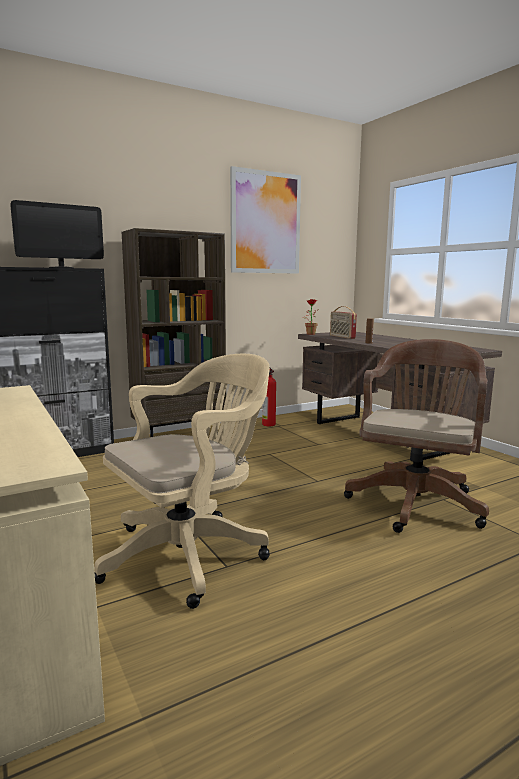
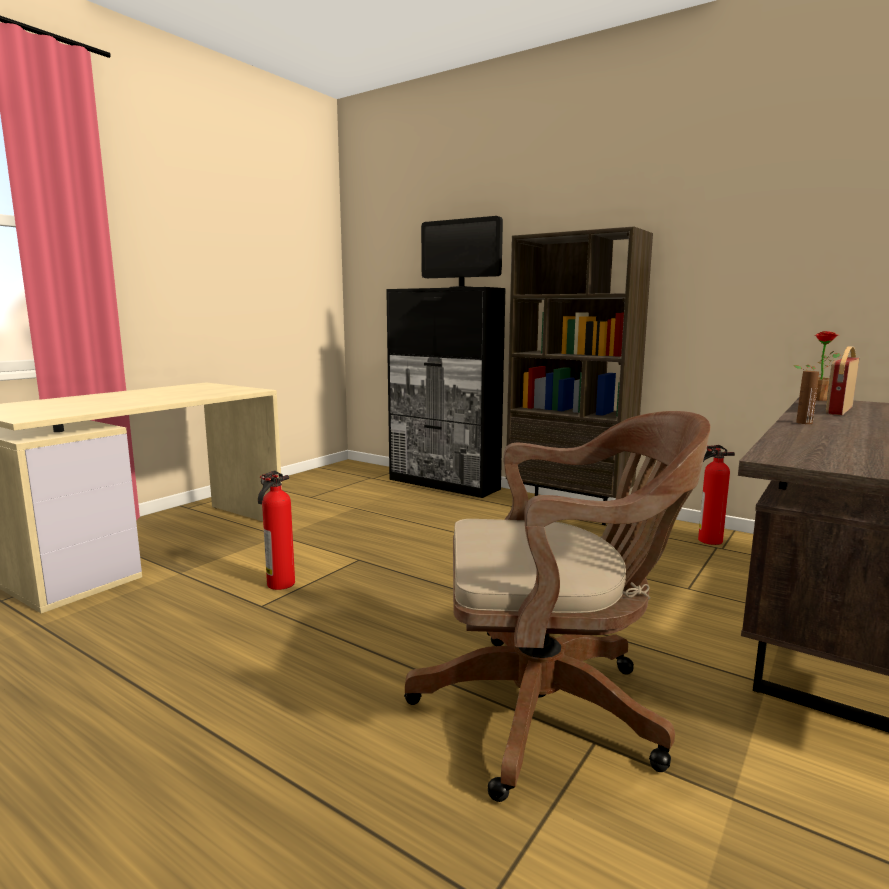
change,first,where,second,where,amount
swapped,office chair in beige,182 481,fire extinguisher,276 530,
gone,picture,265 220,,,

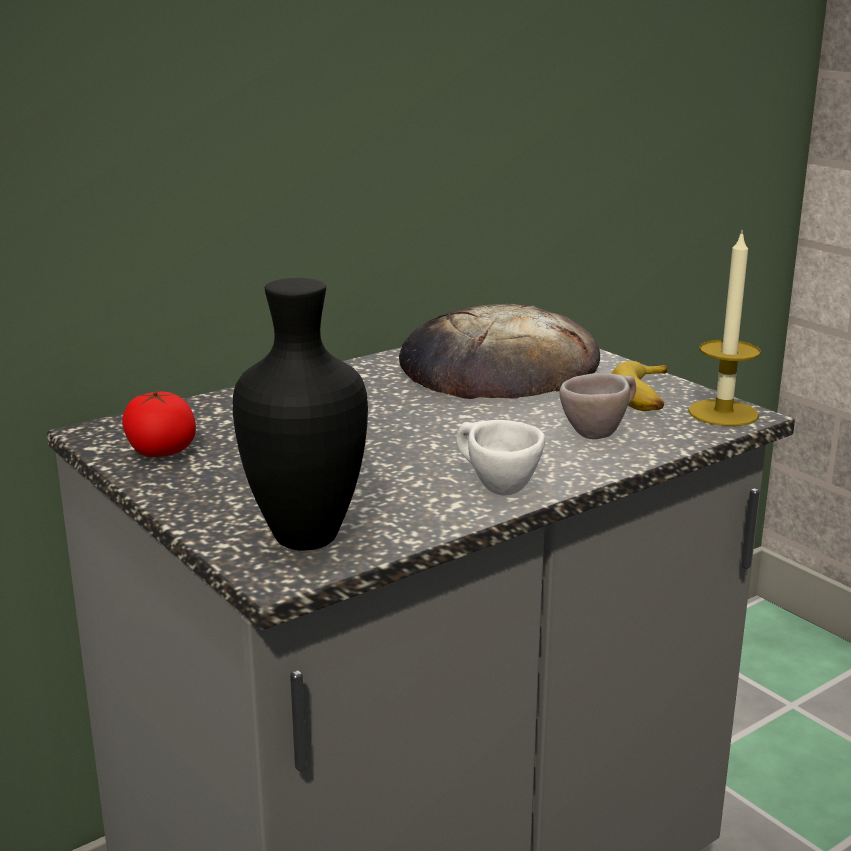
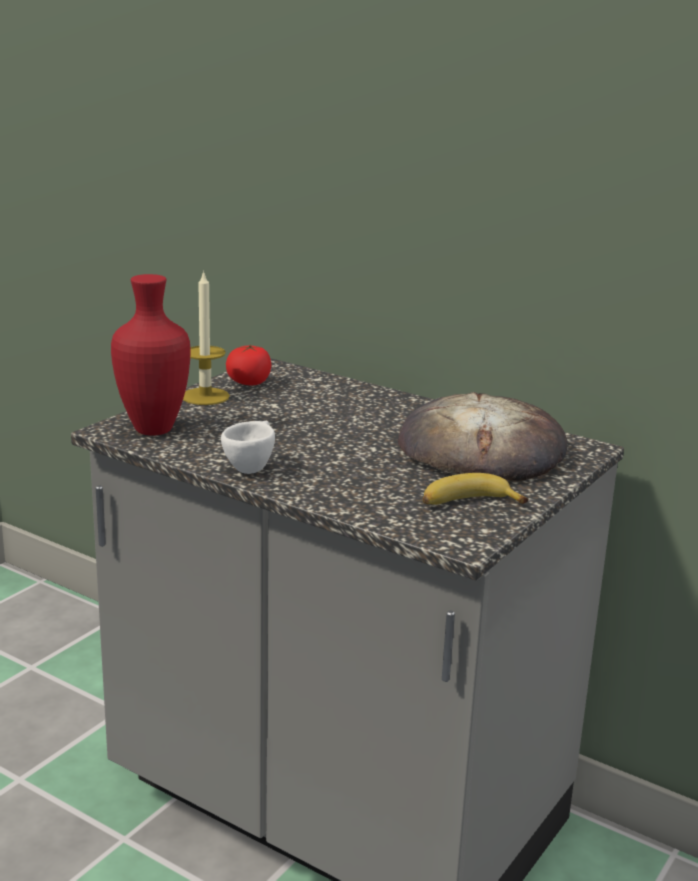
change,first,where,second,where,amount
repainted,vase in black,300 414,vase in red,151 355,
shifted,candle,724 328,,206 337,
gone,cup in beige,598 406,,,

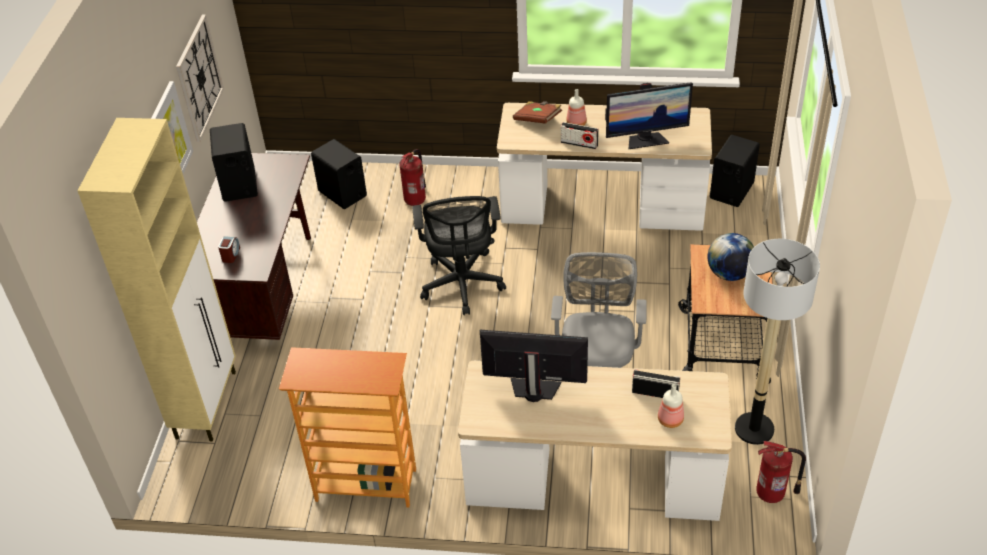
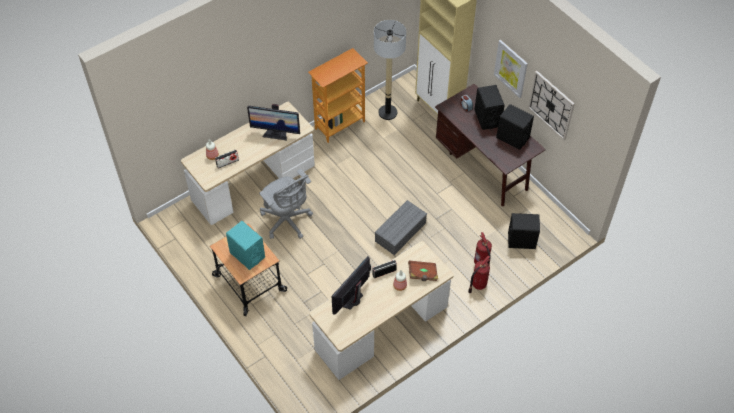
change,first,where,second,where,amount
swapped,globe,731 257,speaker in turquoise,245 245,
rotated,monitor,534 366,,273 122,45 degrees clockwise
shifted,floor lamp,777 342,,390 70,
swapped,office chair in black,459 255,storage box in grey,401 227,
shifted,fire extinguisher,781 472,,479 274,
shifted,speaker in black,735 171,,489 107,

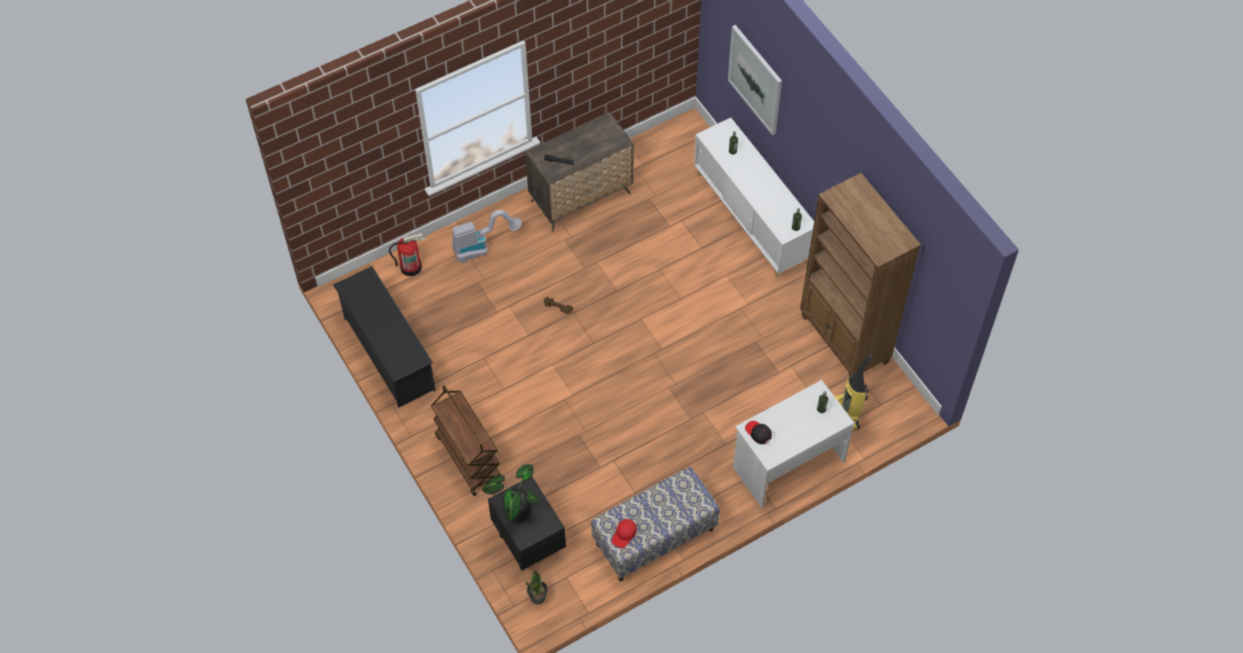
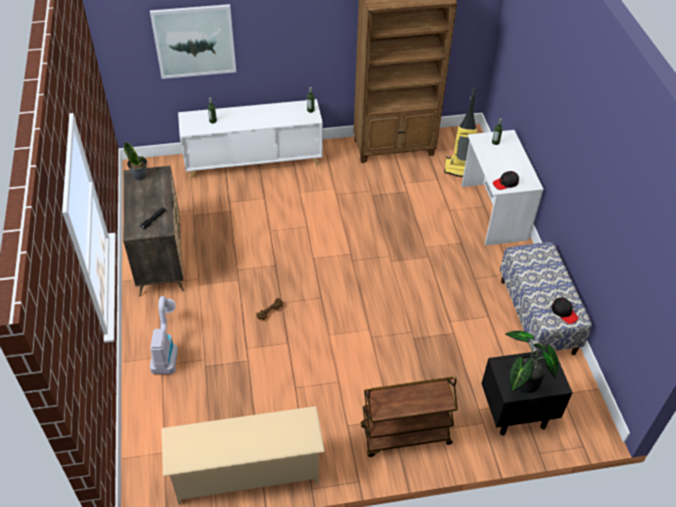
change,first,where,second,where,amount
shifted,potted plant,537 587,,135 161,
repainted,shoe rack in black,384 336,shoe rack in beige,243 455,
repainted,cap in red,624 533,cap in black,565 310,
gone,fire extinguisher,407 254,,,

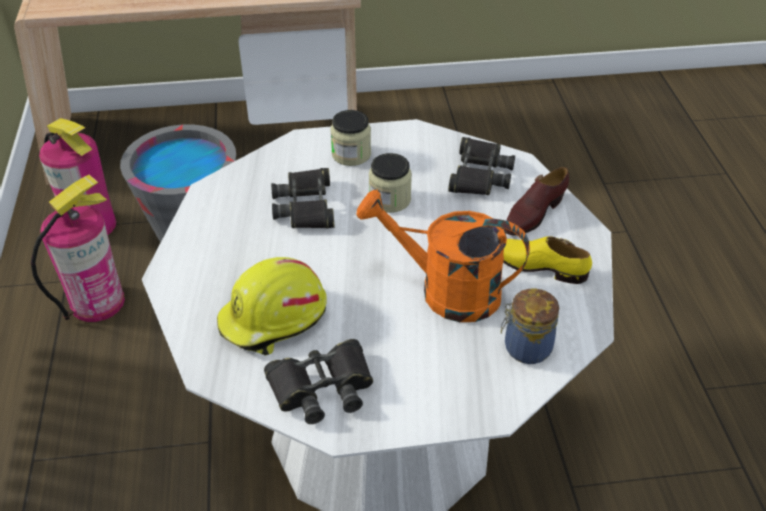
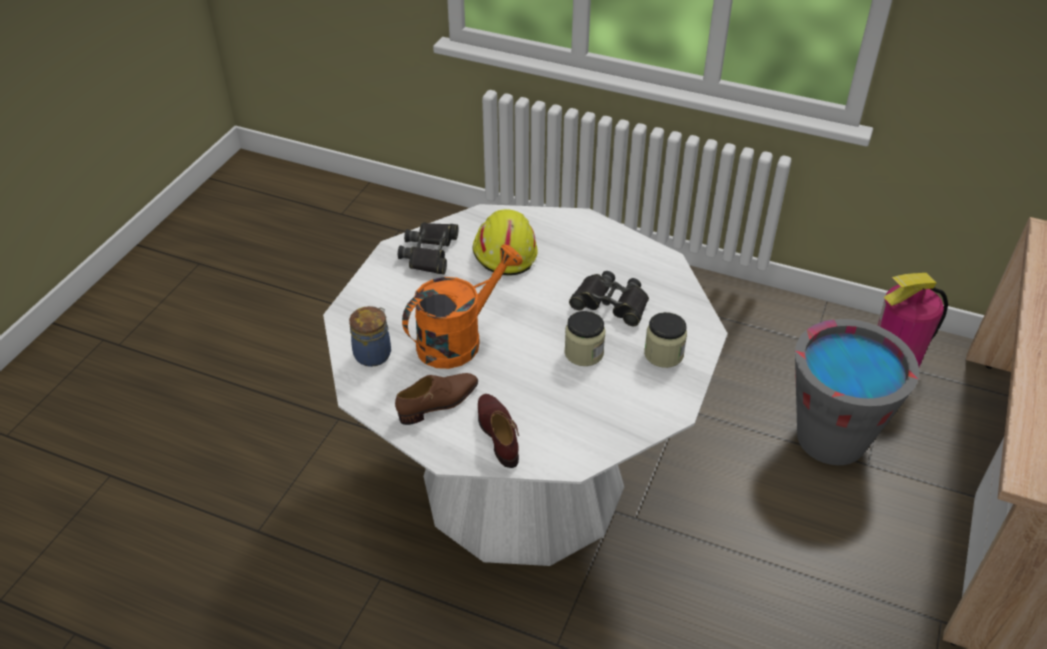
change,first,where,second,where,amount
repainted,shoe in yellow,547 260,shoe in brown,436 399,
gone,fire extinguisher,78 248,,,
gone,binoculars in black,481 166,,,

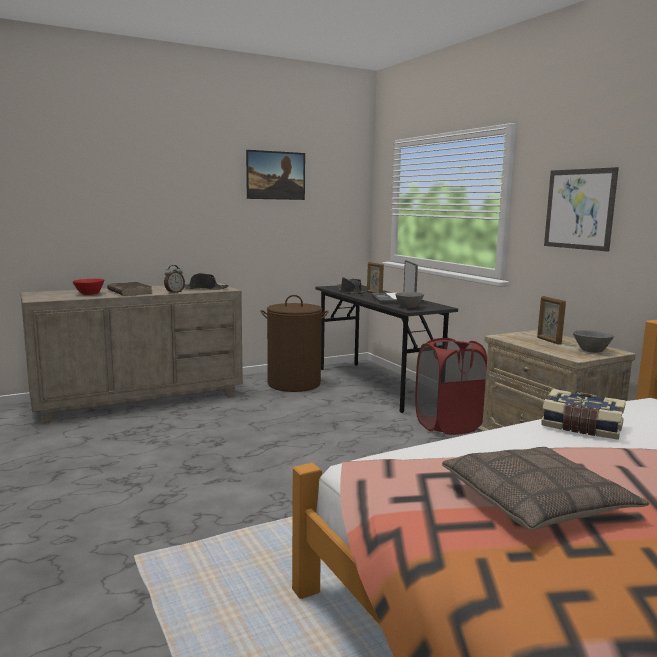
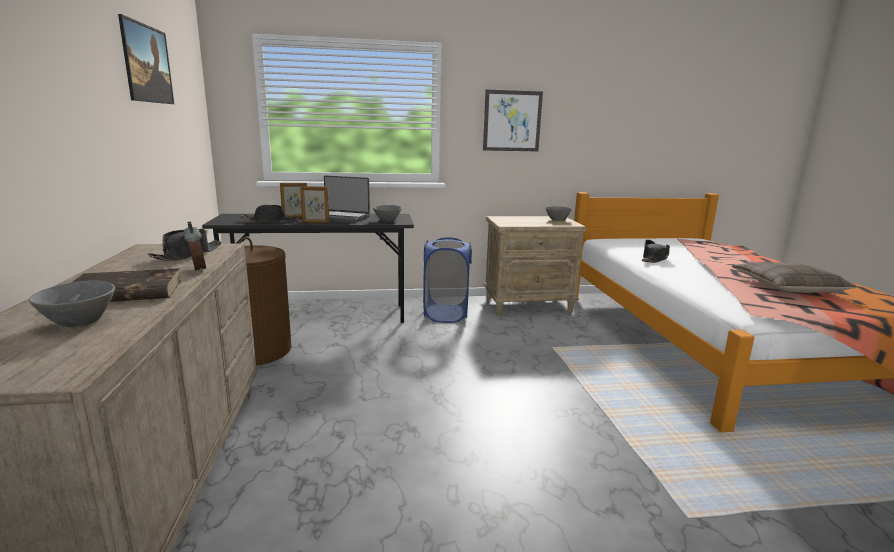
change,first,where,second,where,amount
repainted,bowl in red,88 287,bowl in grey,72 304,
shifted,picture frame,551 320,,315 204,
repainted,laundry basket in red,451 386,laundry basket in blue,447 280,
swapped,book,583 414,hat in black,656 251,

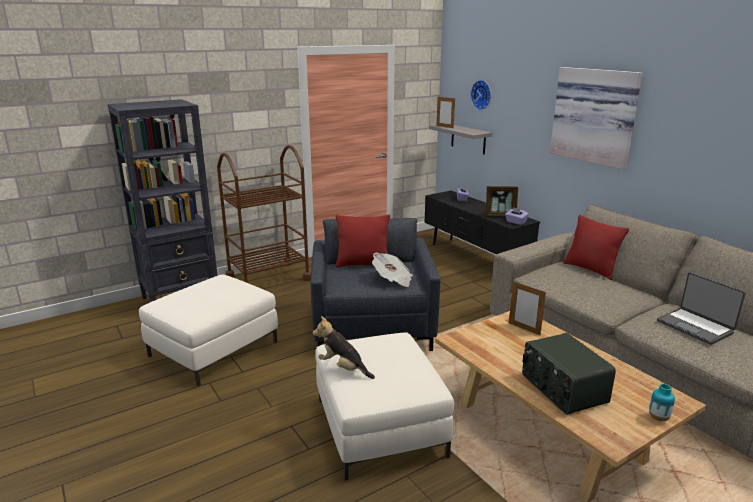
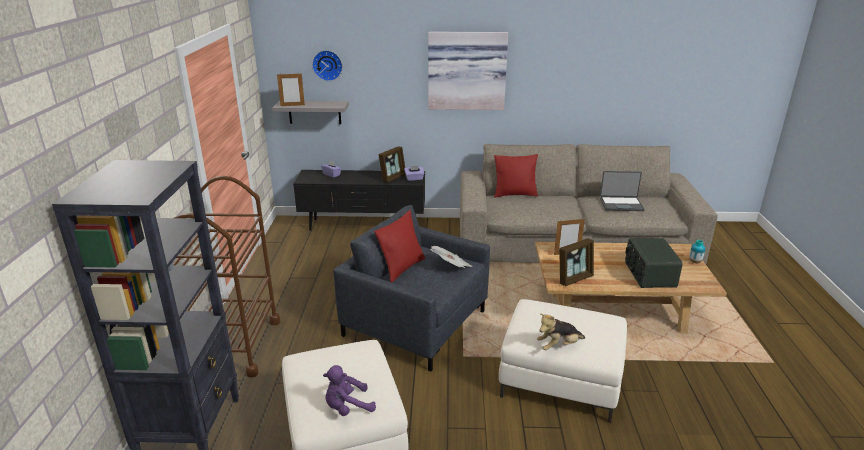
change,first,where,second,where,amount
new,,,plush toy in purple,349 390,
new,,,picture frame,576 262,
rotated,radio,569 374,,654 263,75 degrees clockwise

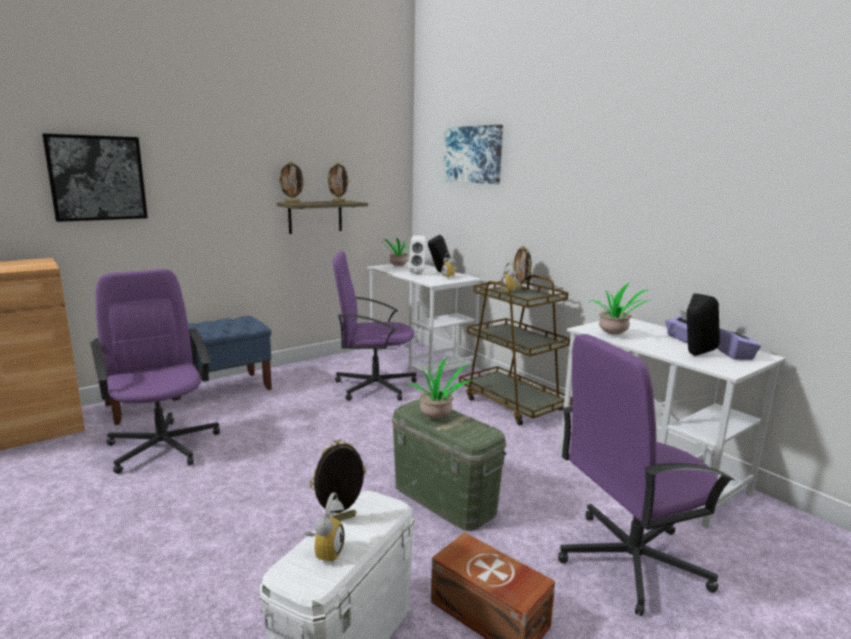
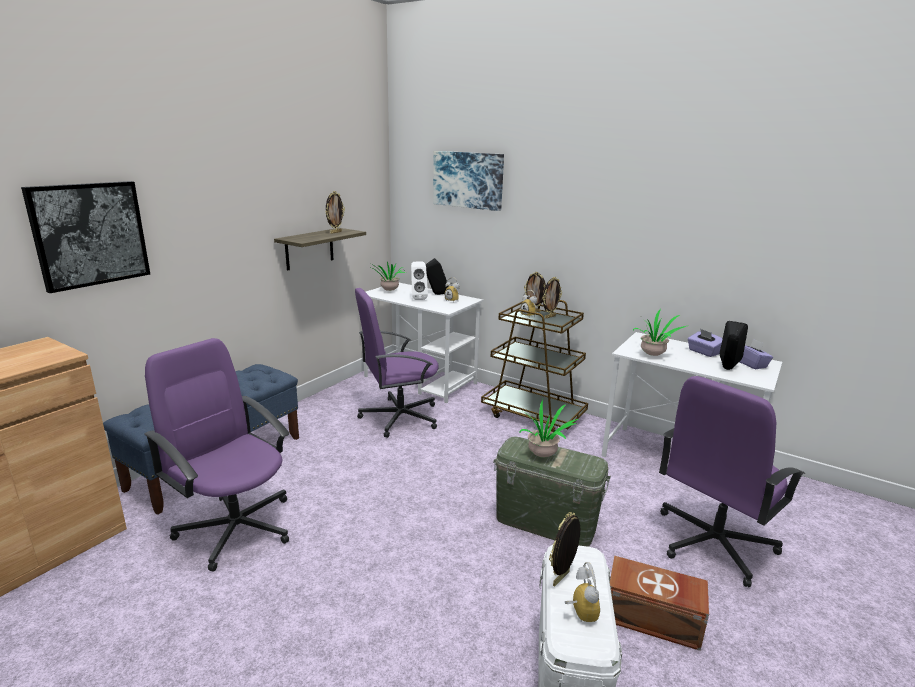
change,first,where,second,where,amount
shifted,picture frame,291 182,,552 298,

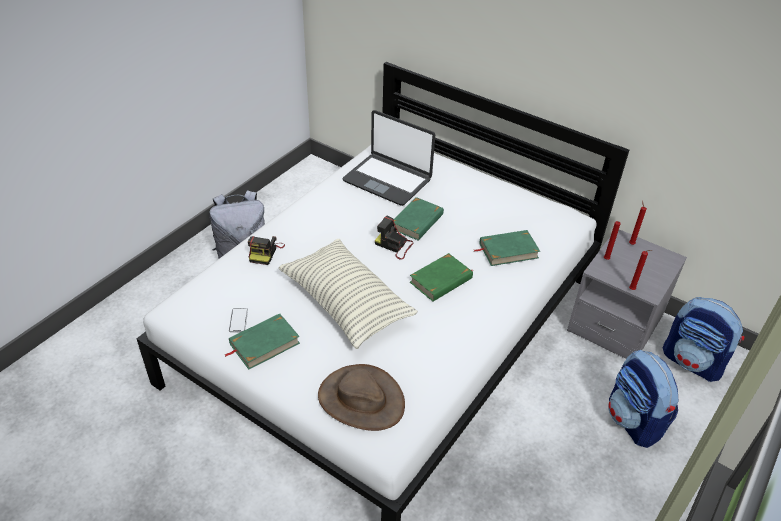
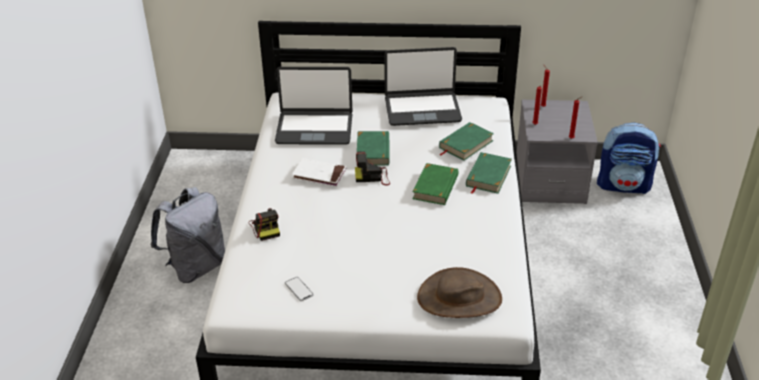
change,first,where,second,where,amount
new,,,book in white,319 172,
new,,,laptop,423 86,
shifted,book in green,262 341,,489 173,
gone,pillow,348 294,,,
gone,backpack,643 399,,,

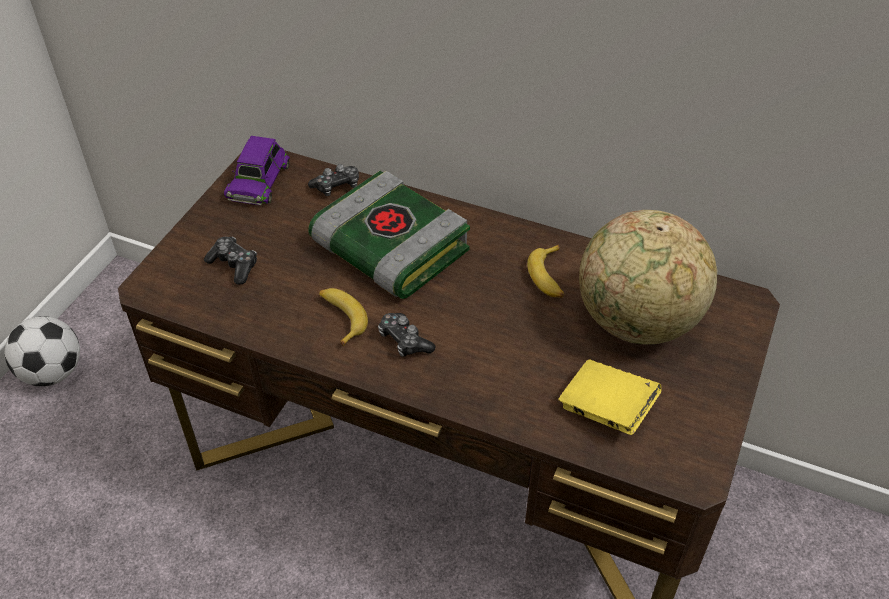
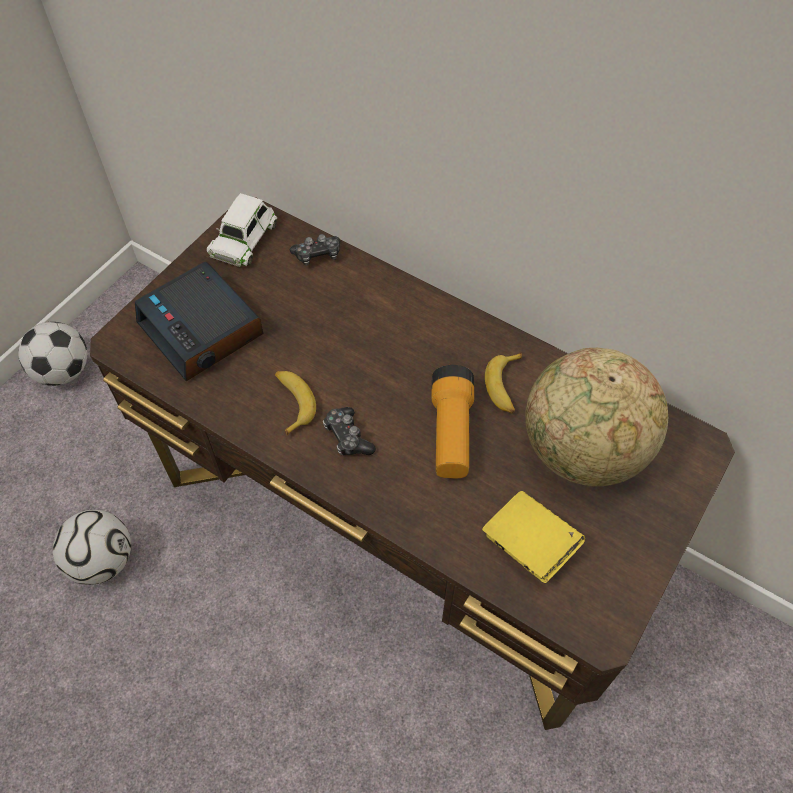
change,first,where,second,where,amount
new,,,football,92 547,
swapped,game controller,230 261,alarm clock,199 321,
repainted,toy car in purple,257 170,toy car in white,242 230,
new,,,flashlight,452 421,
gone,book,389 235,,,

